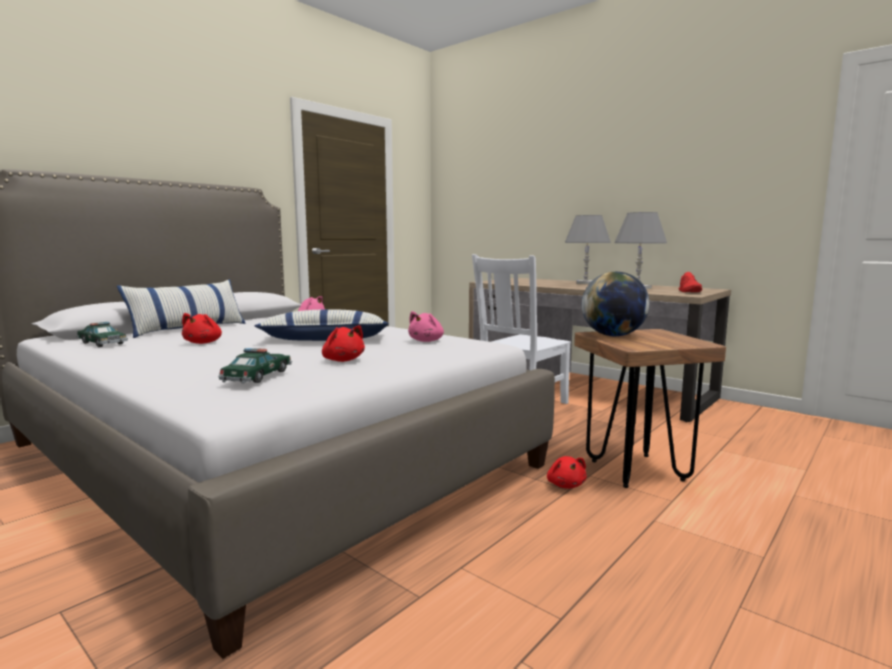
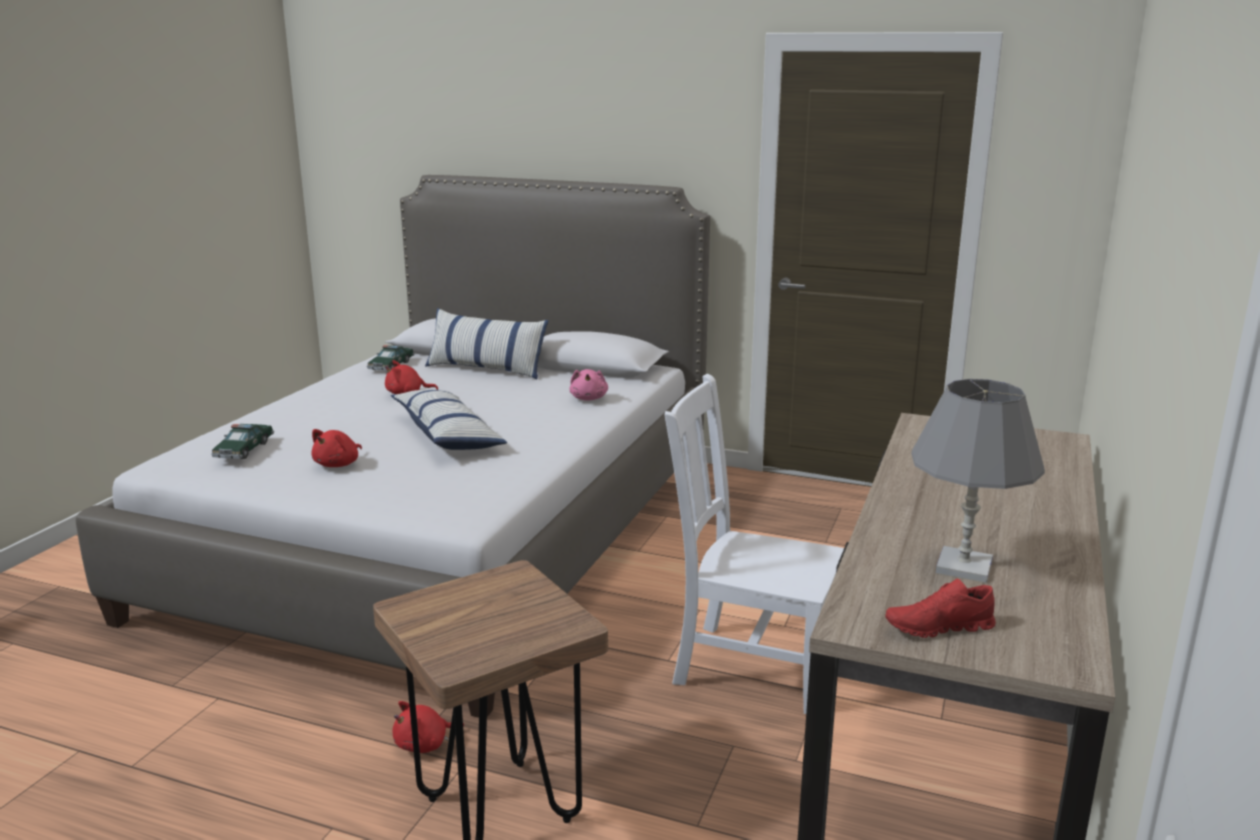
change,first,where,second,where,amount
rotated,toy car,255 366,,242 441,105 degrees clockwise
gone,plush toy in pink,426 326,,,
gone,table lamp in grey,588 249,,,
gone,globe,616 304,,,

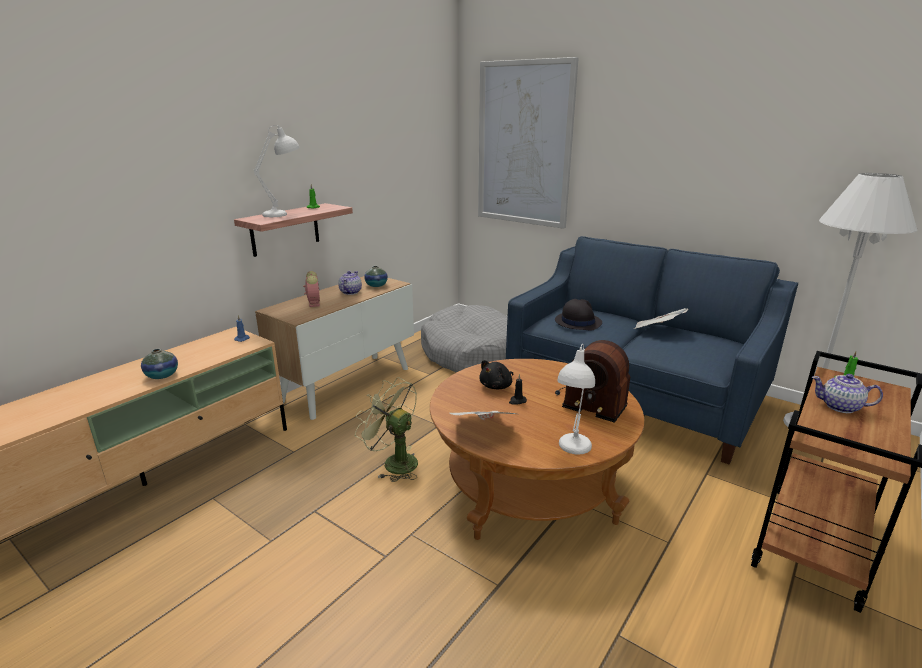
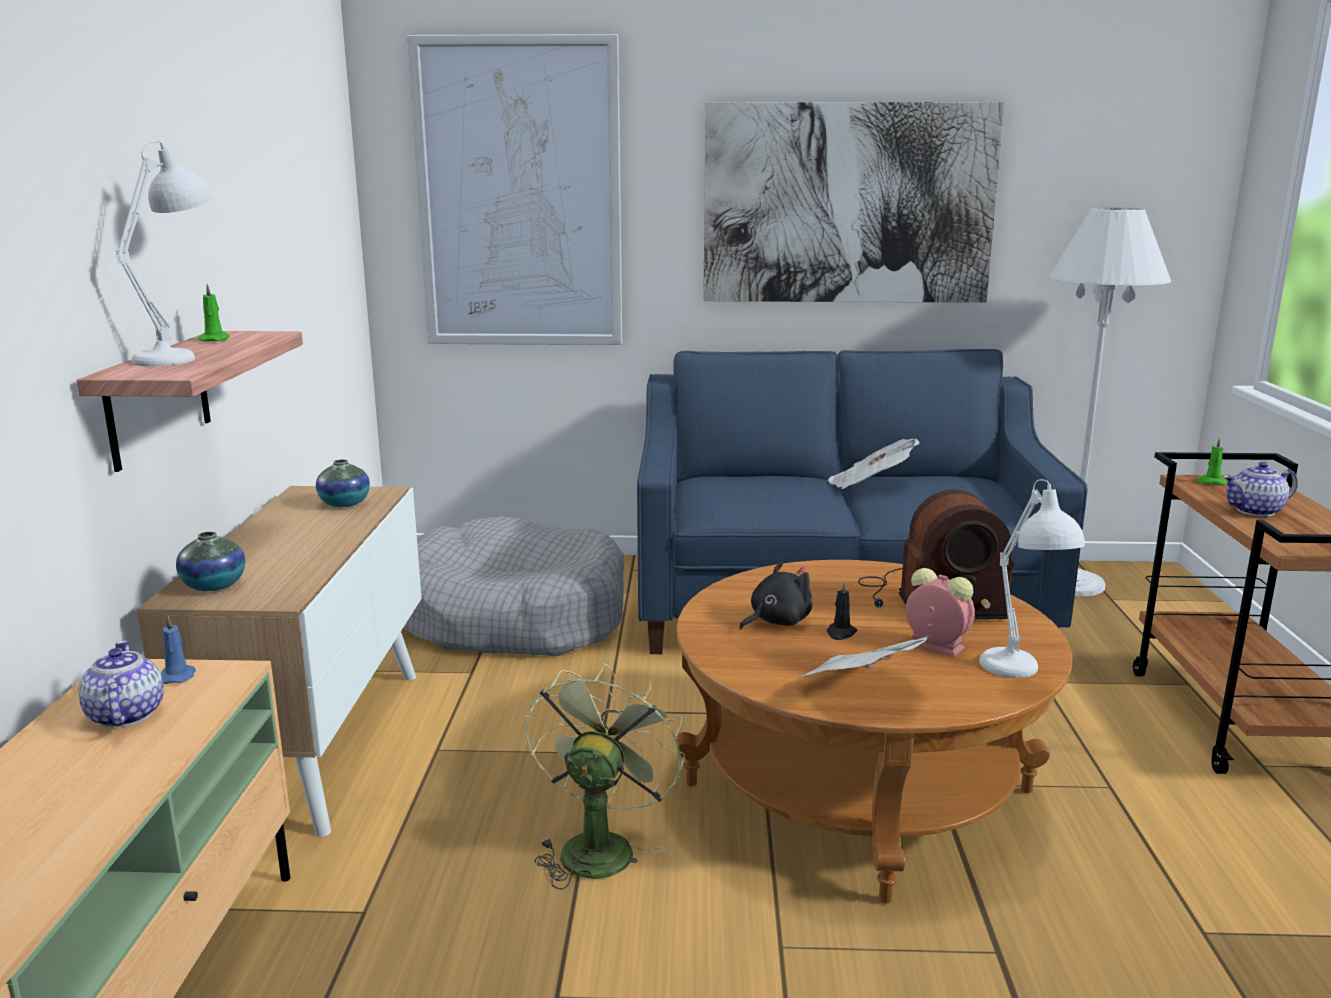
change,first,where,second,where,amount
shifted,teapot,350 283,,121 684,
shifted,vase,159 364,,210 561,
rotated,fan in green,386 429,,605 776,105 degrees clockwise
new,,,picture,854 202,
rotated,plush toy in black,496 374,,775 595,135 degrees counterclockwise
shifted,alarm clock,311 289,,940 612,
gone,hat in black,578 314,,,

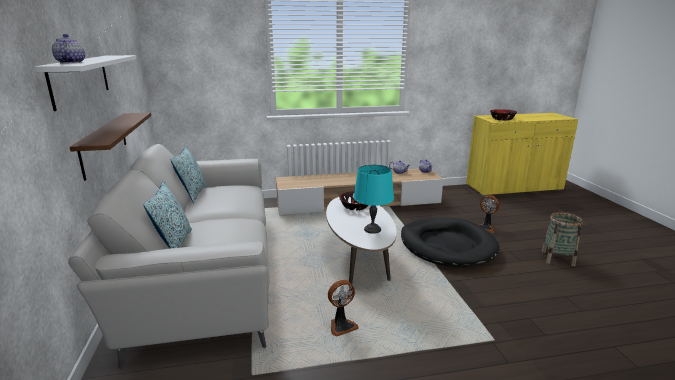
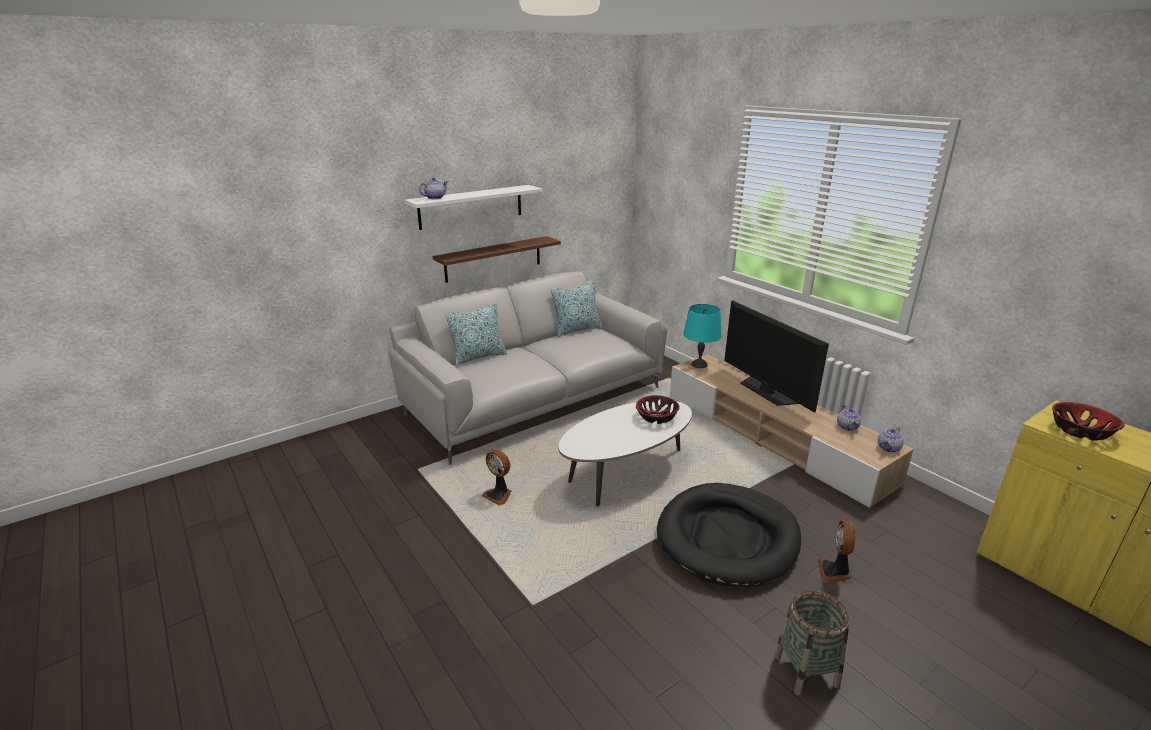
change,first,where,second,where,amount
shifted,table lamp in turquoise,374 199,,702 336,
new,,,television,776 356,

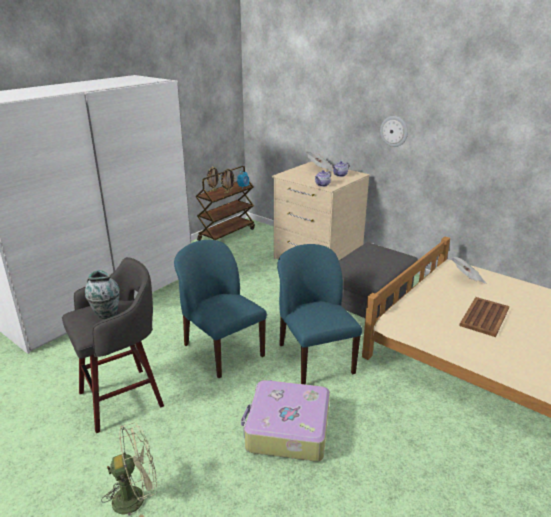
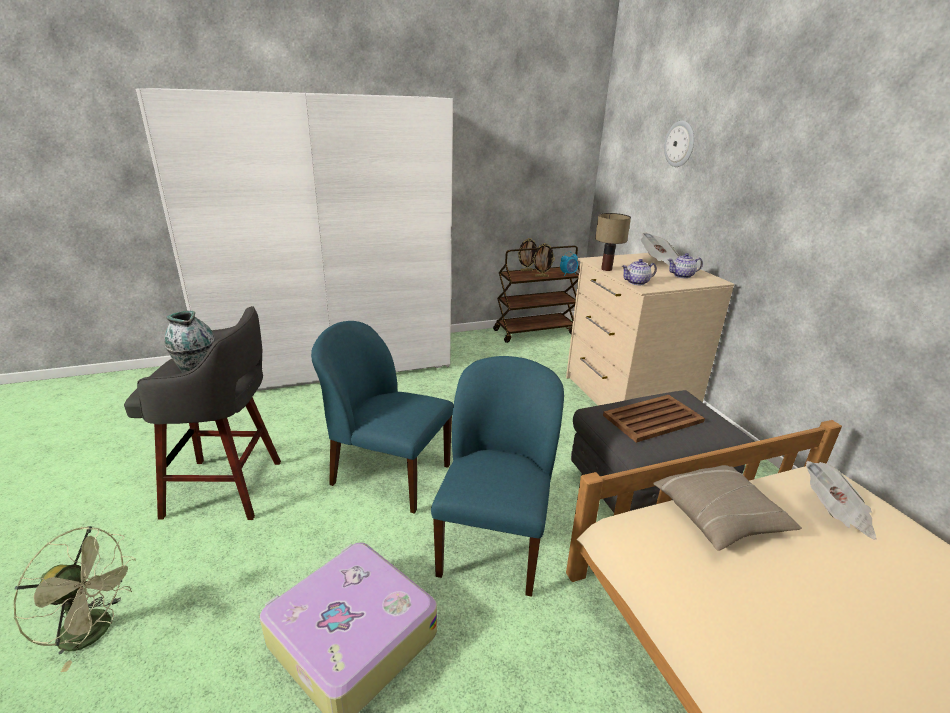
change,first,where,second,where,amount
rotated,chair in blue,220 309,,382 417,60 degrees counterclockwise
new,,,table lamp,613 242,
shifted,tray in brown,484 317,,654 419,
new,,,pillow in beige,727 508,
shifted,wall clock,394 131,,679 144,

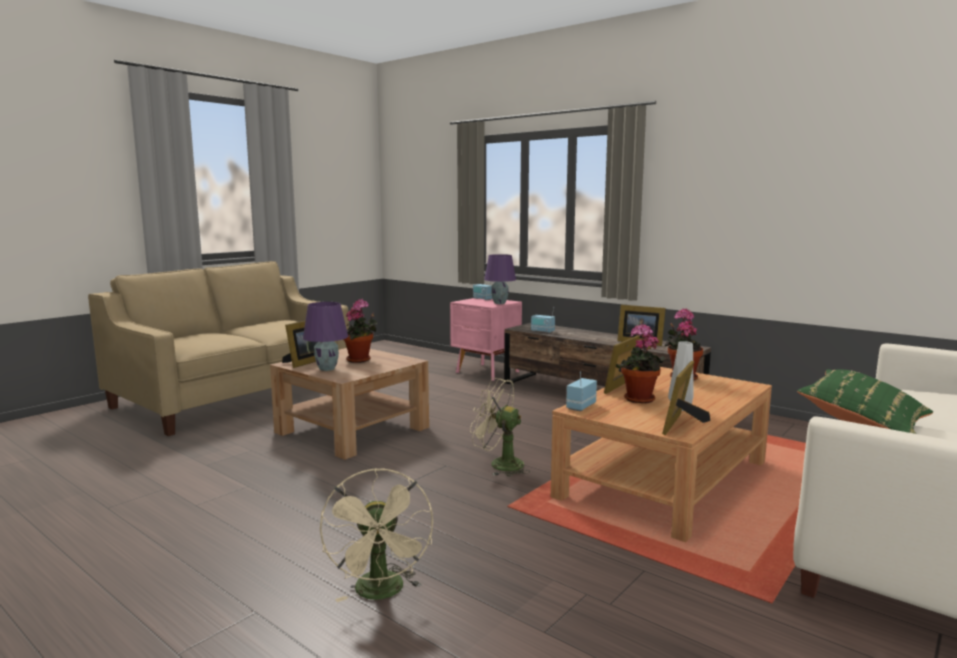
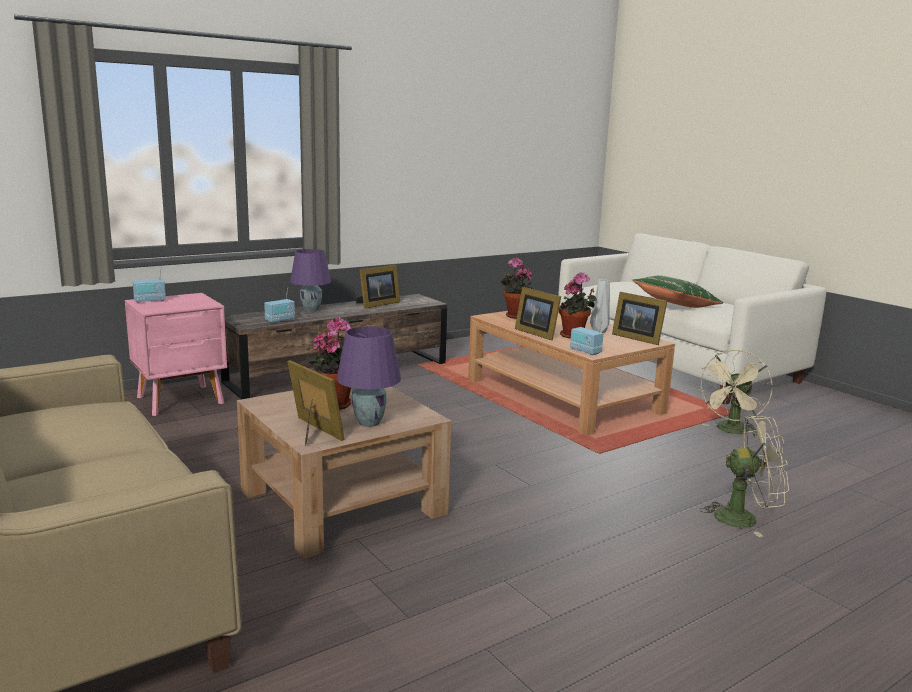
change,first,where,second,where,amount
shifted,table lamp in purple,500 279,,310 280,
shifted,fan in beige,500 427,,735 393,

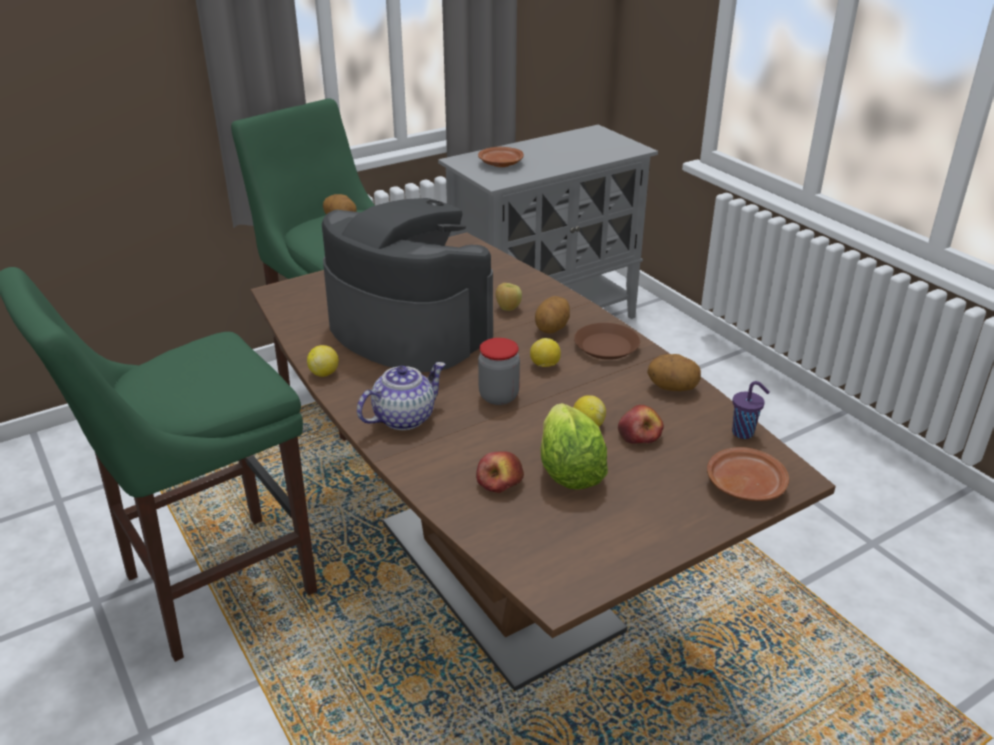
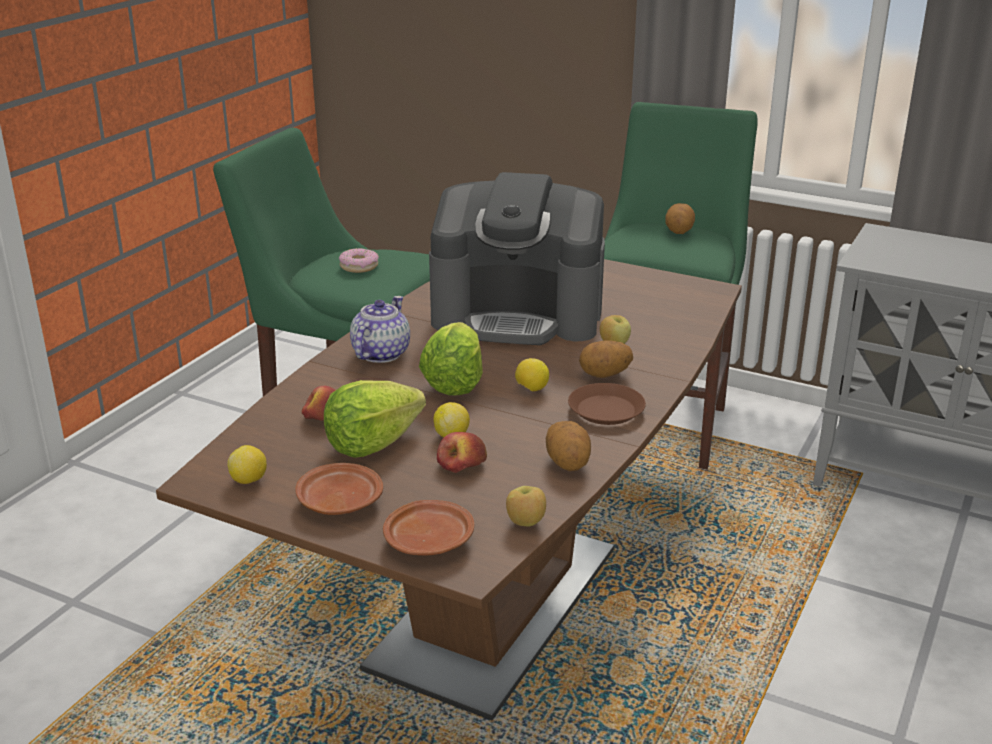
change,first,where,second,where,amount
shifted,lemon,323 361,,247 464,
shifted,plate in brown,501 157,,339 489,
new,,,donut,359 260,
rotated,teapot,401 396,,380 329,90 degrees counterclockwise
swapped,jar,499 371,lettuce,451 359,
rotated,coffee machine,407 285,,517 258,90 degrees clockwise
swapped,cup in purple,751 410,apple,526 506,

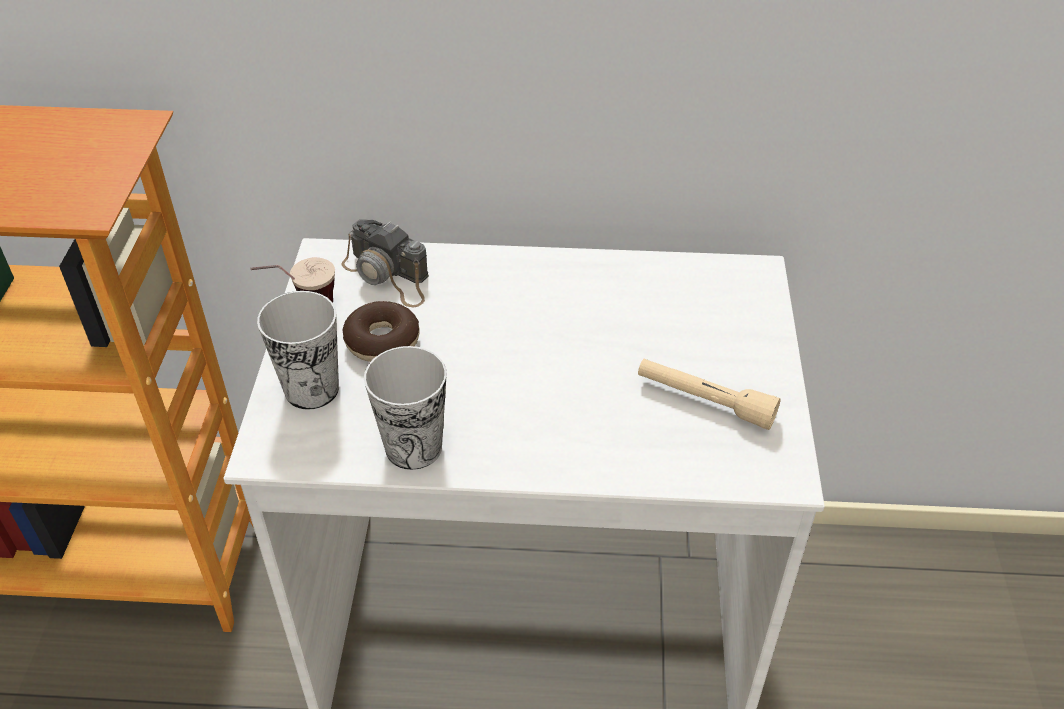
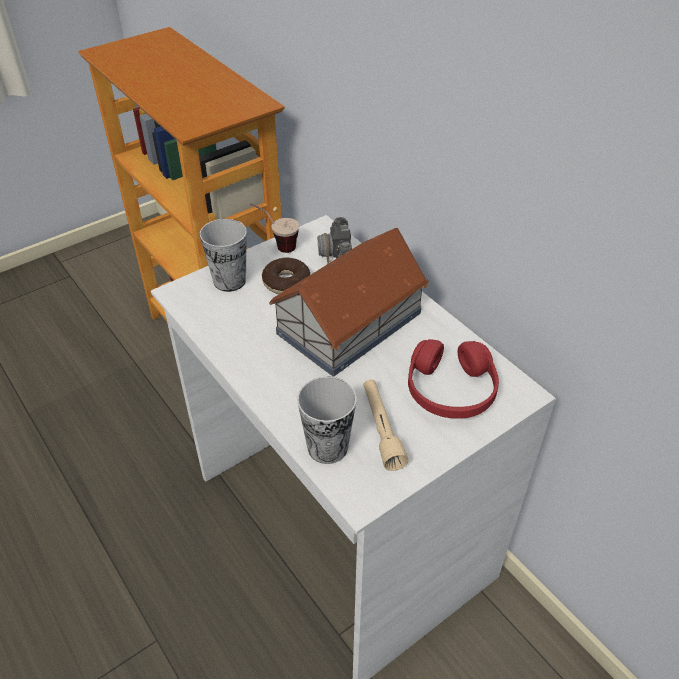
change,first,where,second,where,amount
new,,,toy house,349 302,
shifted,cup,405 408,,327 420,
new,,,headphones in red,453 379,

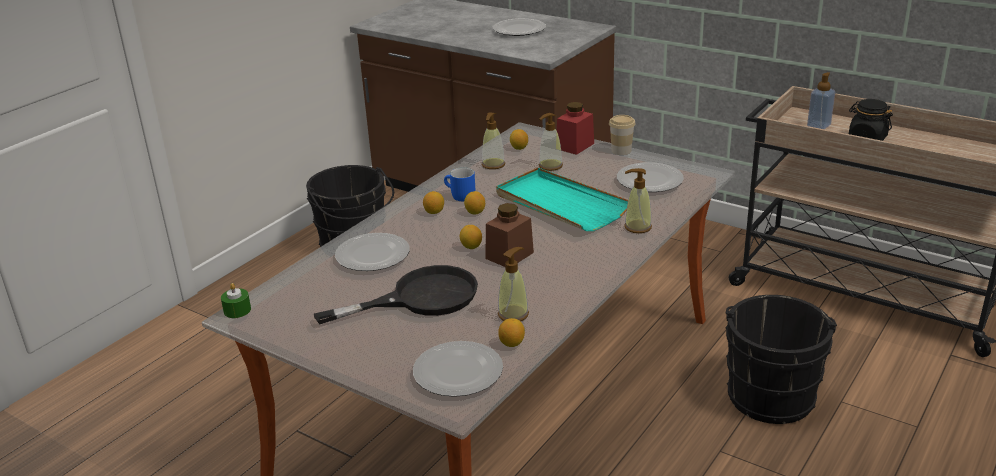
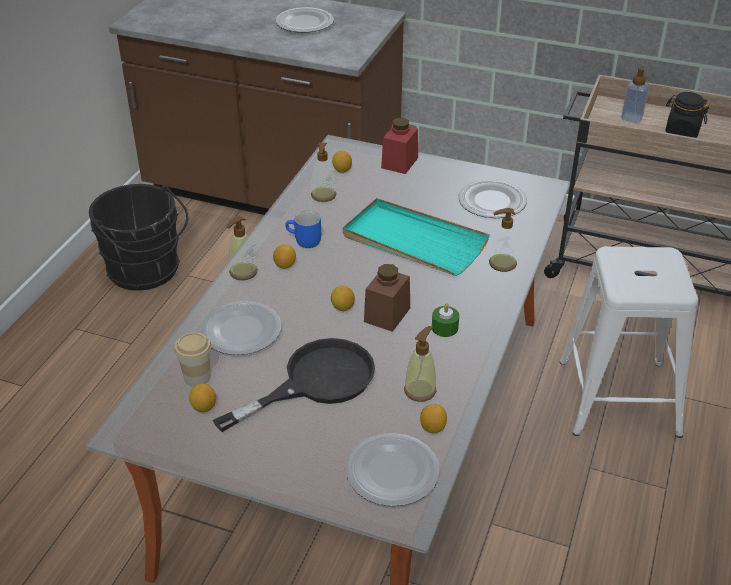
change,first,where,second,where,amount
shifted,cup,622 135,,192 359,
shifted,lemon,474 203,,202 397,
shifted,soap dispenser,551 142,,242 248,
shifted,candle in green,236 300,,445 320,
swapped,bucket in black,781 359,stool in white,628 342,

